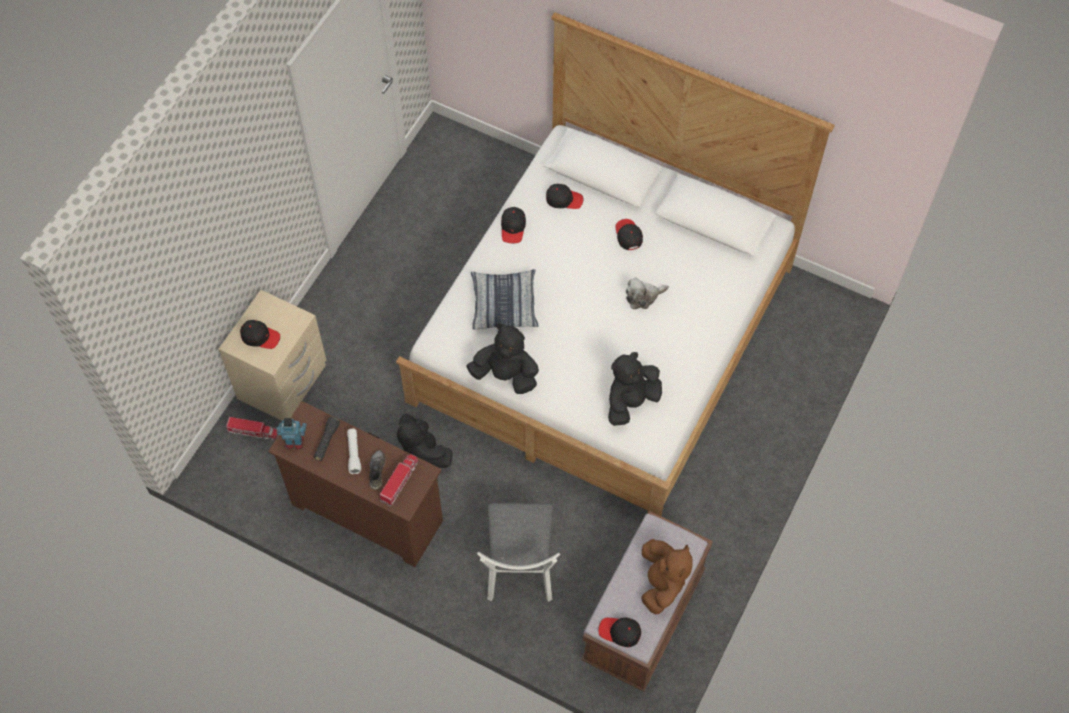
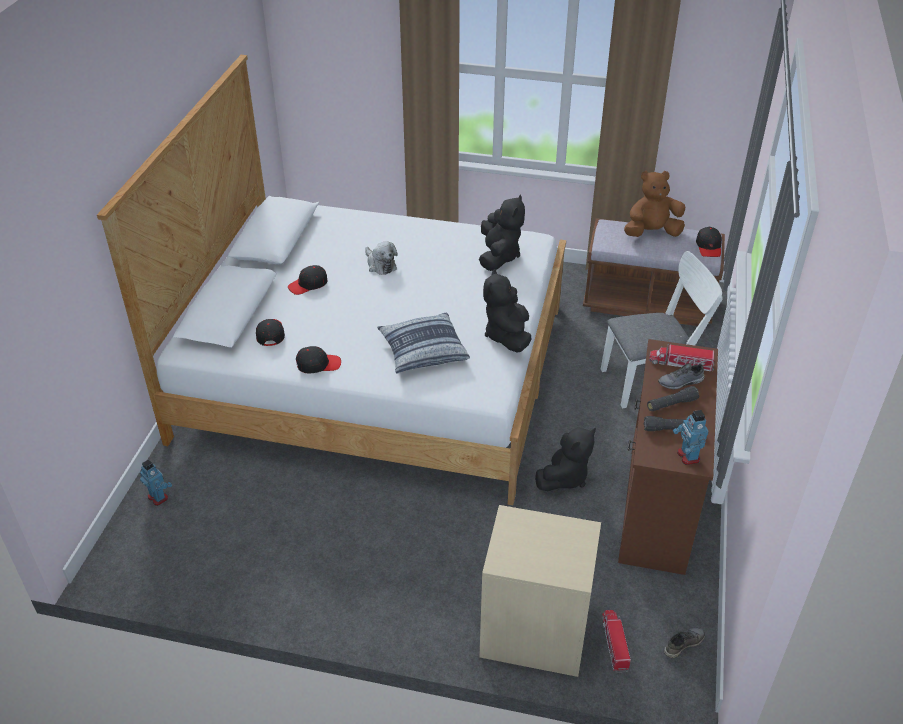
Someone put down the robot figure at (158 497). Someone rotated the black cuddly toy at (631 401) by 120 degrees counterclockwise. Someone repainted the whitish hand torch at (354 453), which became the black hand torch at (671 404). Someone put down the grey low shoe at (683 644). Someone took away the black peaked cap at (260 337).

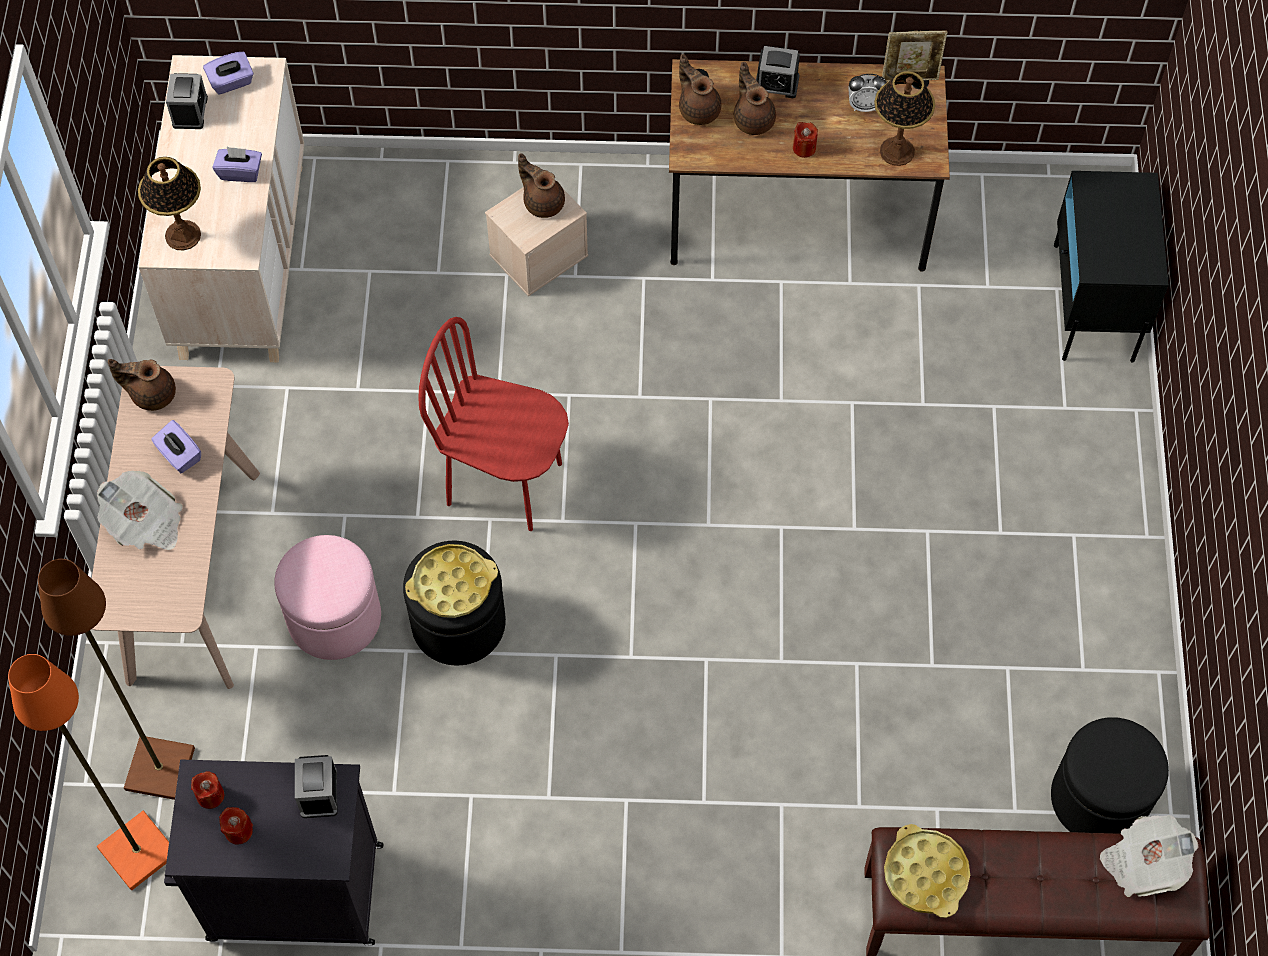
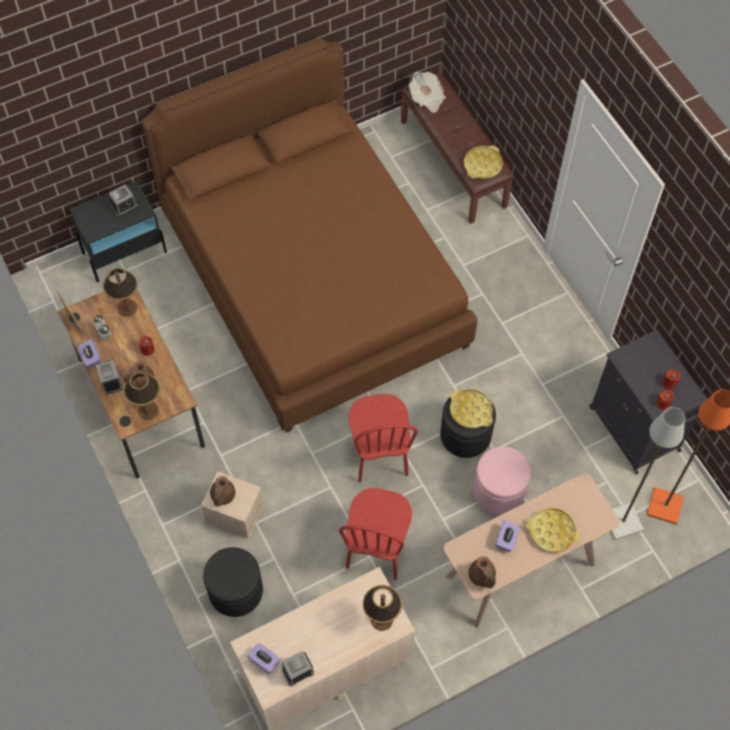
Someone carried the purplish box of tissues from (240 172) to (91 358). Someone carried the bedside clock from (319 793) to (124 206). Someone swapped the brown pot for tea at (698 109) for the table lamp at (148 410). Someone put down the brown bedroom bed at (313 280). Someone carried the black ottoman from (1099 798) to (236 591). Someone put down the reddish upright chair at (376 549). Someone swapped the newspaper at (145 523) for the yellow-coloured serving tray at (552 531). Someone repainted the brown standing lamp at (159 768), which became the grey standing lamp at (622 522).

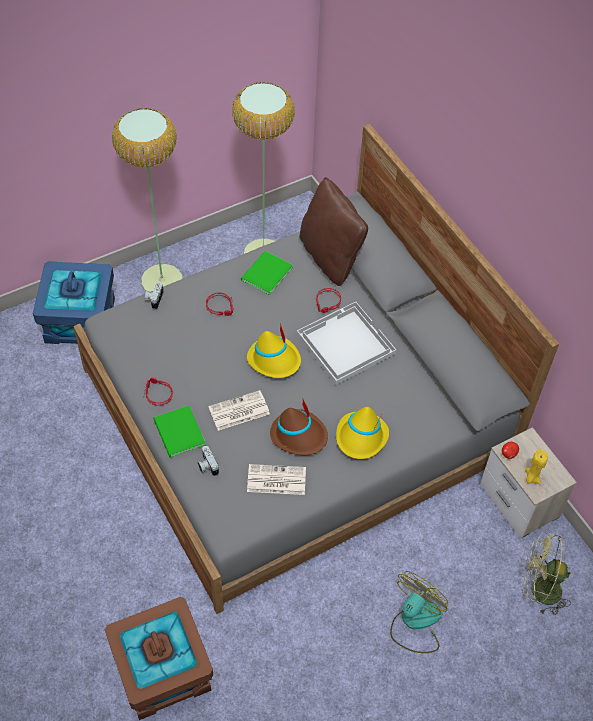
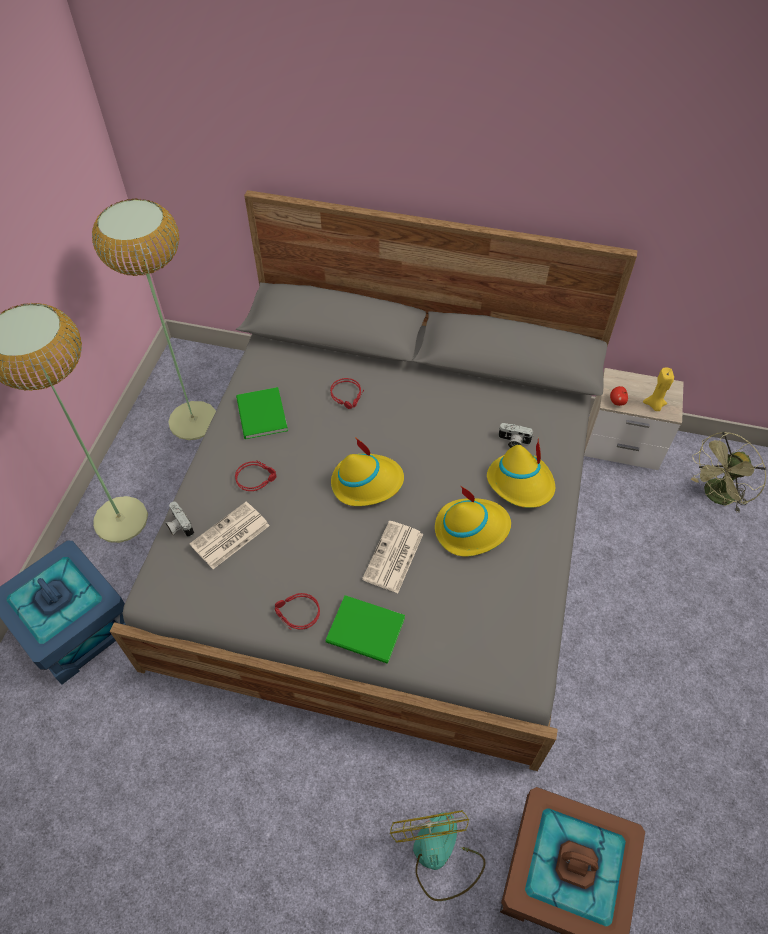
Someone carried the newspaper from (275 480) to (229 536). Someone carried the cooling fan from (415 622) to (438 855). Someone repainted the brown wearable hat at (299 435), which became the yellow-coloured wearable hat at (471 529). Someone carried the photo camera from (207 466) to (513 442). Someone took away the whitish serving tray at (344 344). Someone took away the brown throw pillow at (330 257).

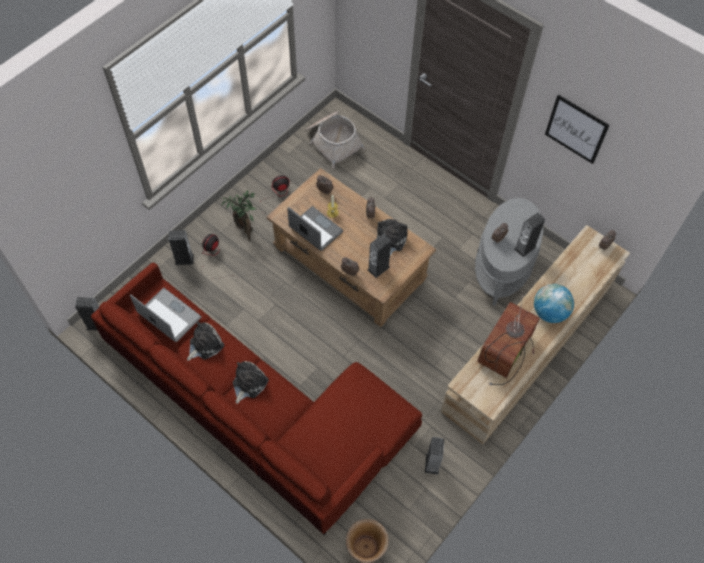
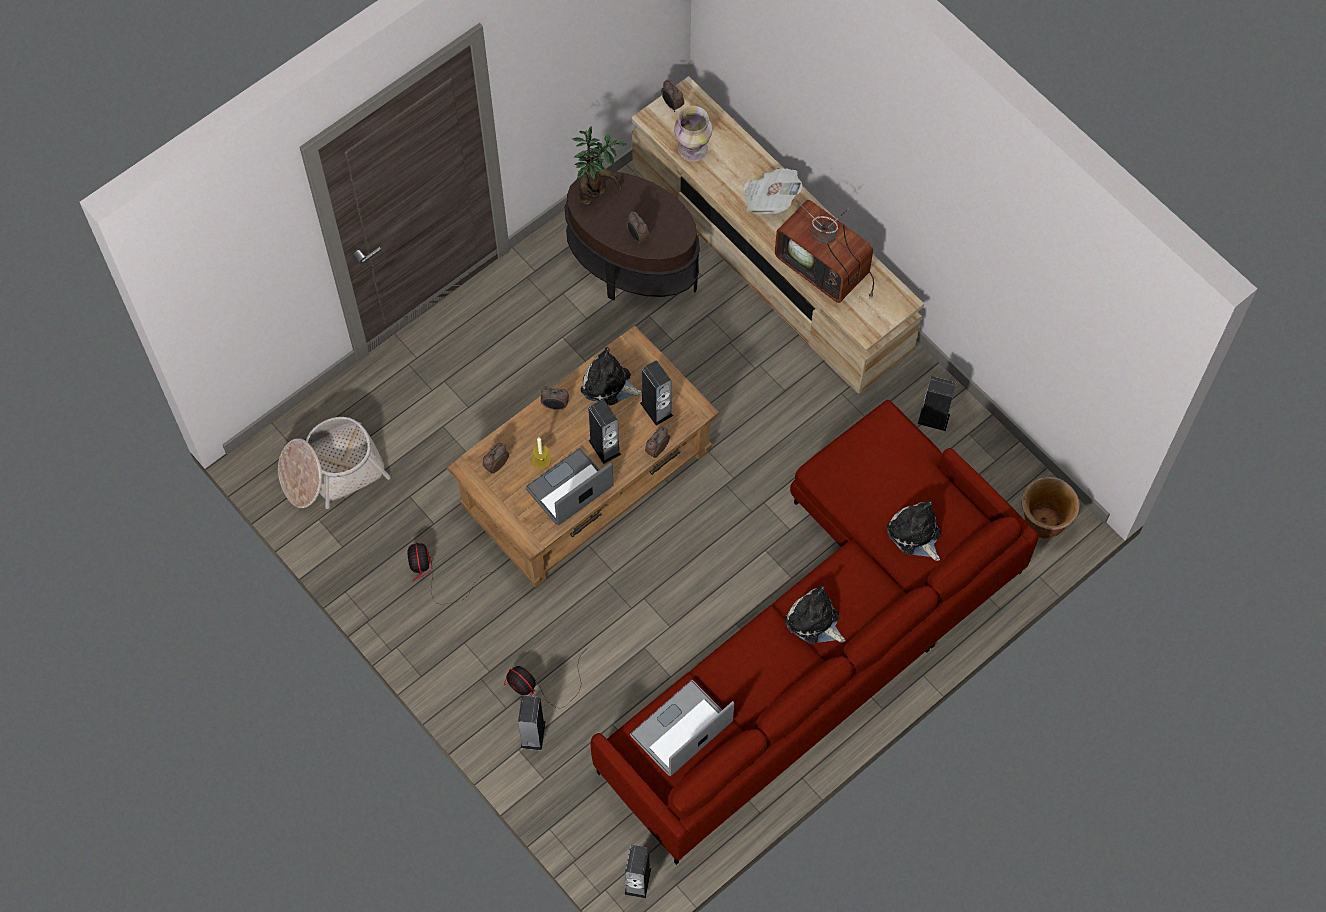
Someone repainted the grey accent table at (502 268), which became the brown accent table at (632 265). Someone carried the houseplant from (245 229) to (596 194). Someone carried the audio speaker from (525 247) to (604 447). Someone put down the decorative vase at (693 149). Someone swapped the world globe at (549 312) for the newspaper at (770 199). Someone carried the cuddly toy from (204 344) to (915 534). Someone took away the wall picture at (576 129).

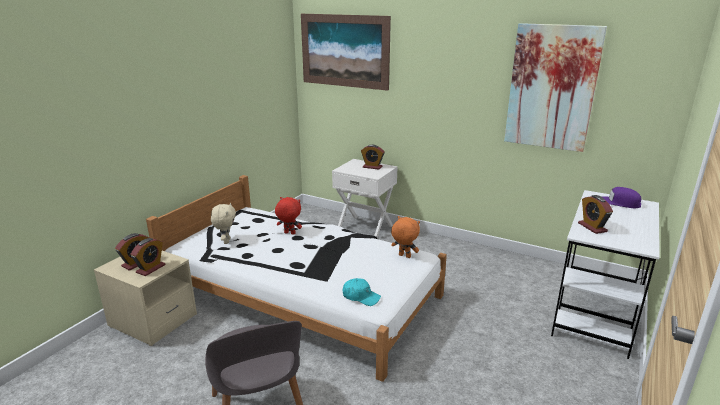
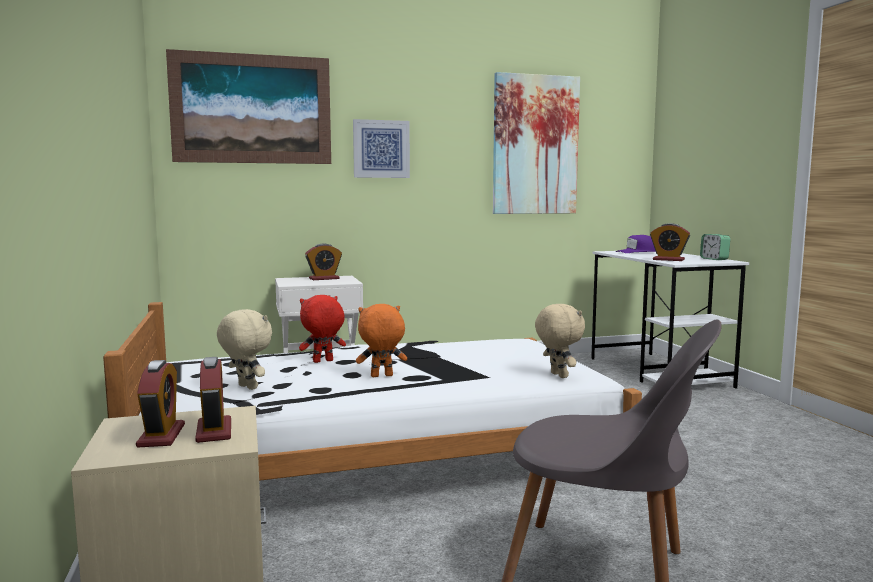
Someone put up the wall picture at (381 149). Someone carried the orange cuddly toy from (404 256) to (381 376). Someone swapped the blue-green peaked cap at (361 297) for the beige-coloured cuddly toy at (557 375). Someone put down the bedside clock at (714 259).

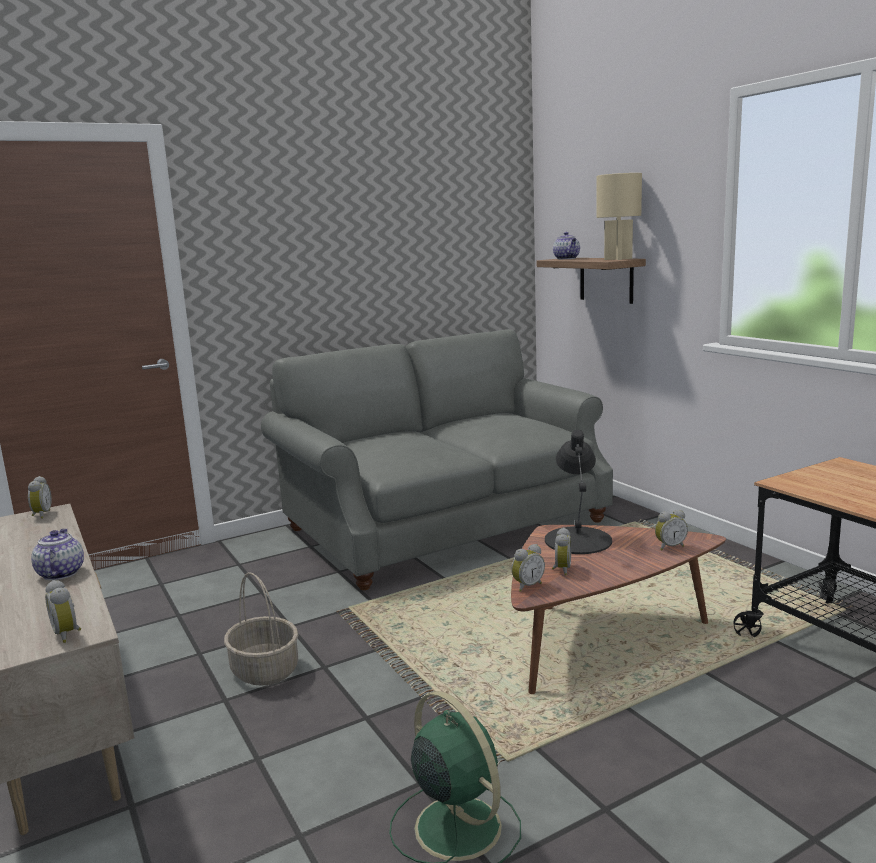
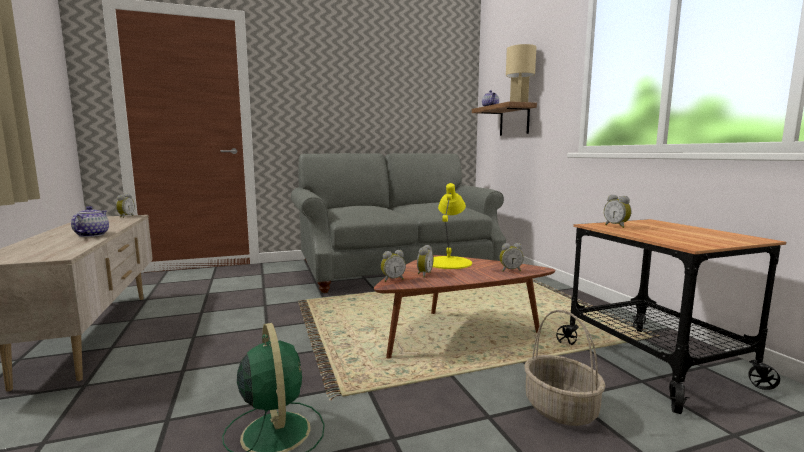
Someone repainted the black table lamp at (578 540), which became the yellow-coloured table lamp at (449 262). Someone carried the household basket from (264 670) to (559 408). Someone carried the bedside clock from (68 634) to (617 226).

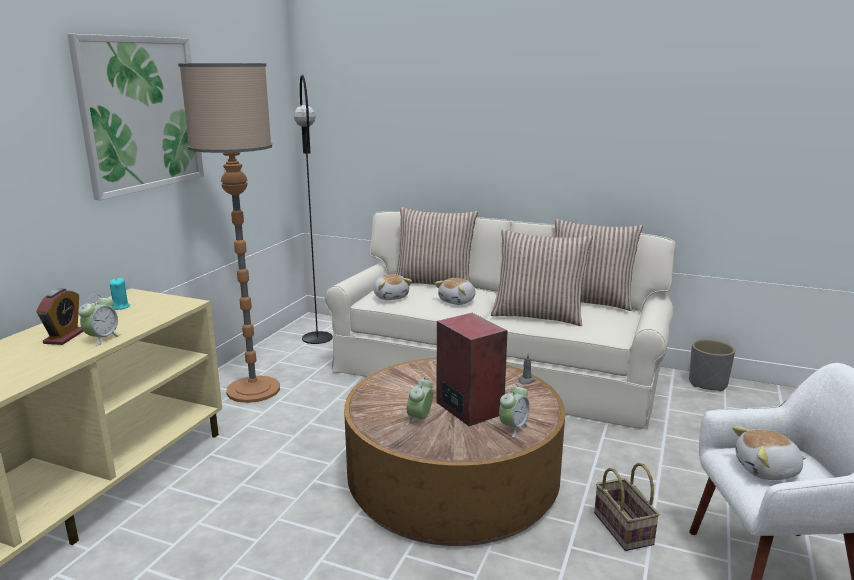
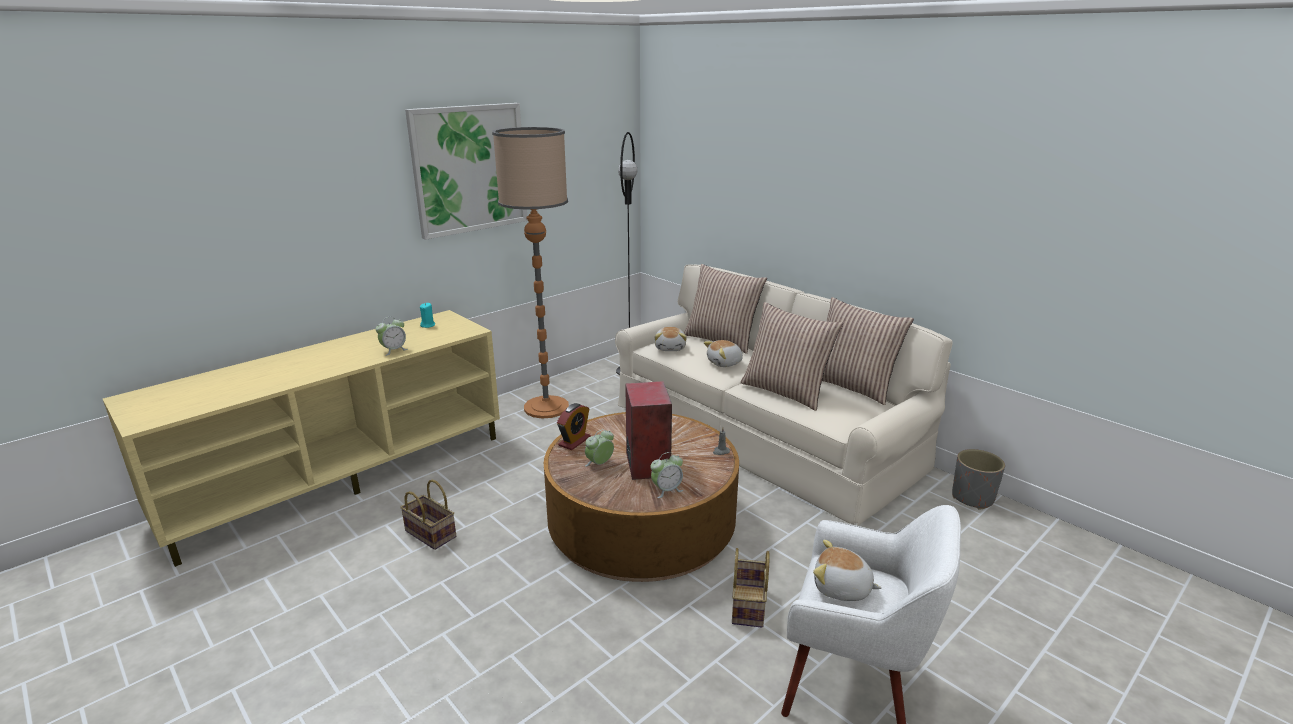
Someone put down the household basket at (429 534). Someone carried the bedside clock from (64 337) to (574 441).

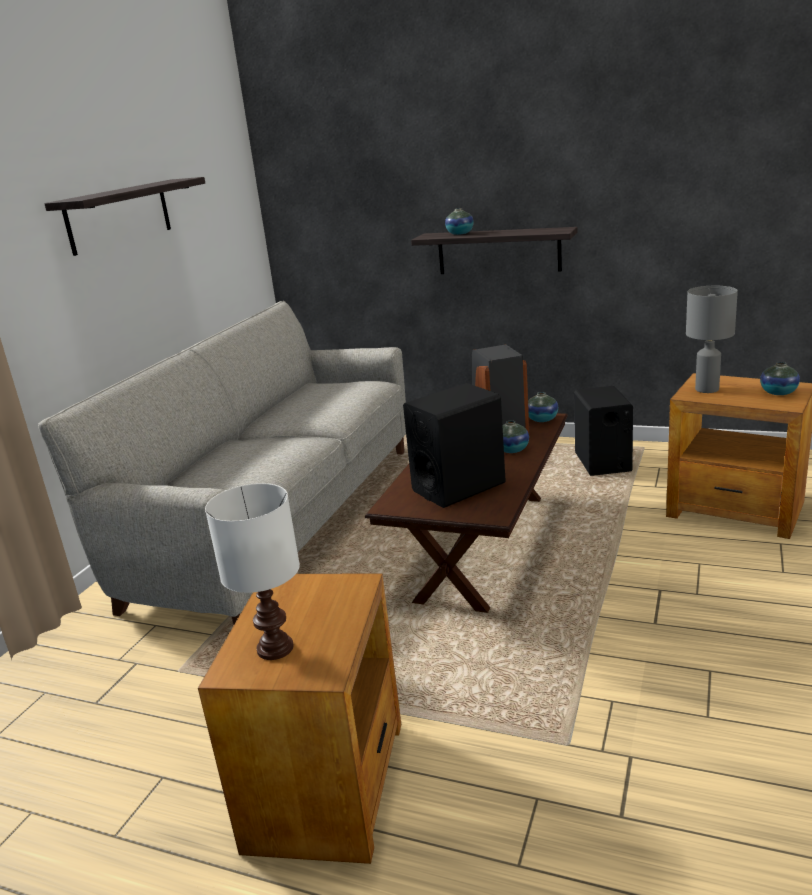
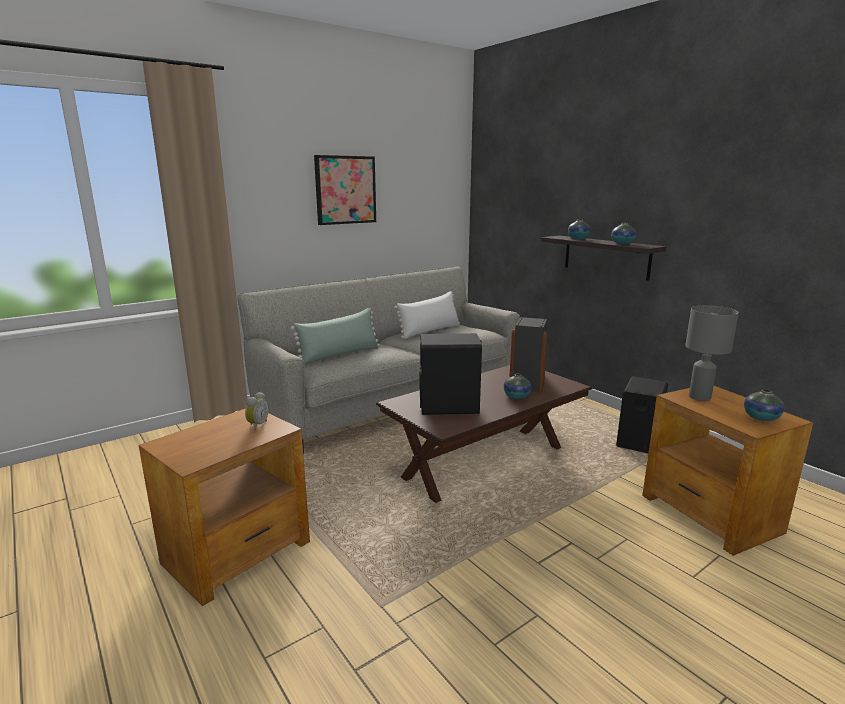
Someone put down the bedside clock at (257 425). Someone put down the greenish throw pillow at (339 355). Someone swapped the wall shelf at (119 216) for the wall picture at (345 190). Someone put down the whitish throw pillow at (429 331). Someone carried the decorative vase from (542 419) to (622 243). Someone took away the whitish table lamp at (275 649).

